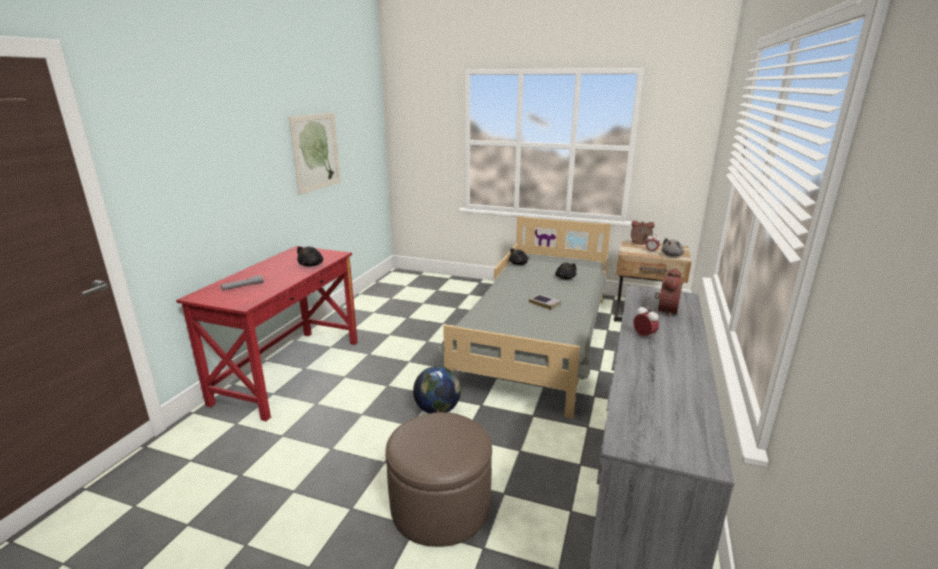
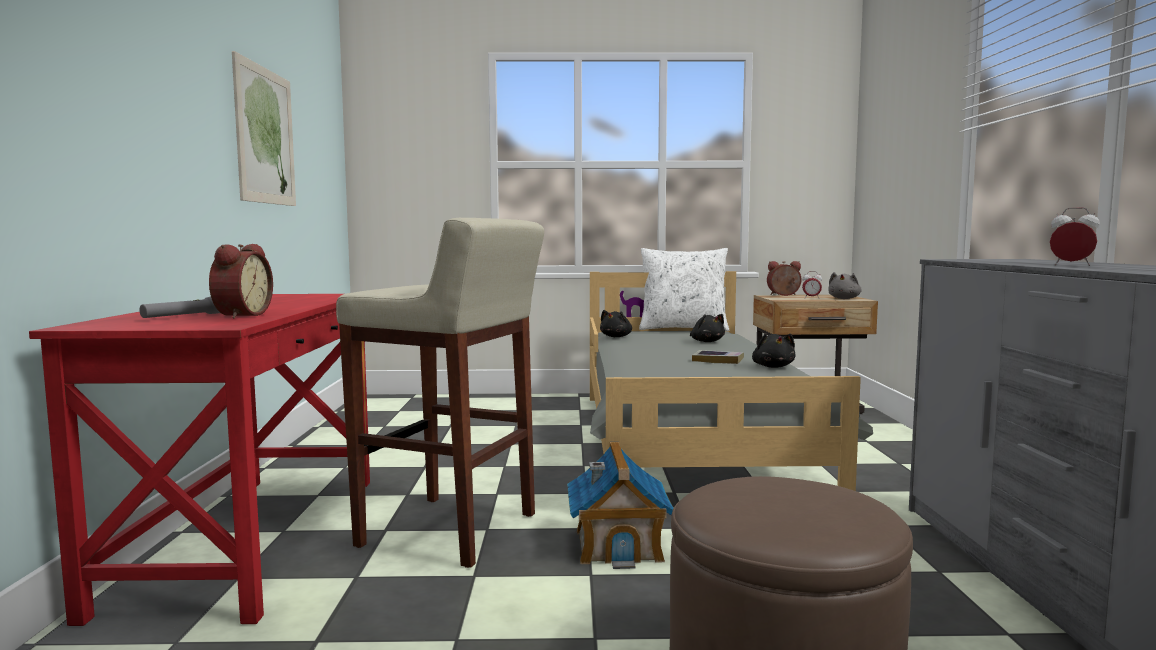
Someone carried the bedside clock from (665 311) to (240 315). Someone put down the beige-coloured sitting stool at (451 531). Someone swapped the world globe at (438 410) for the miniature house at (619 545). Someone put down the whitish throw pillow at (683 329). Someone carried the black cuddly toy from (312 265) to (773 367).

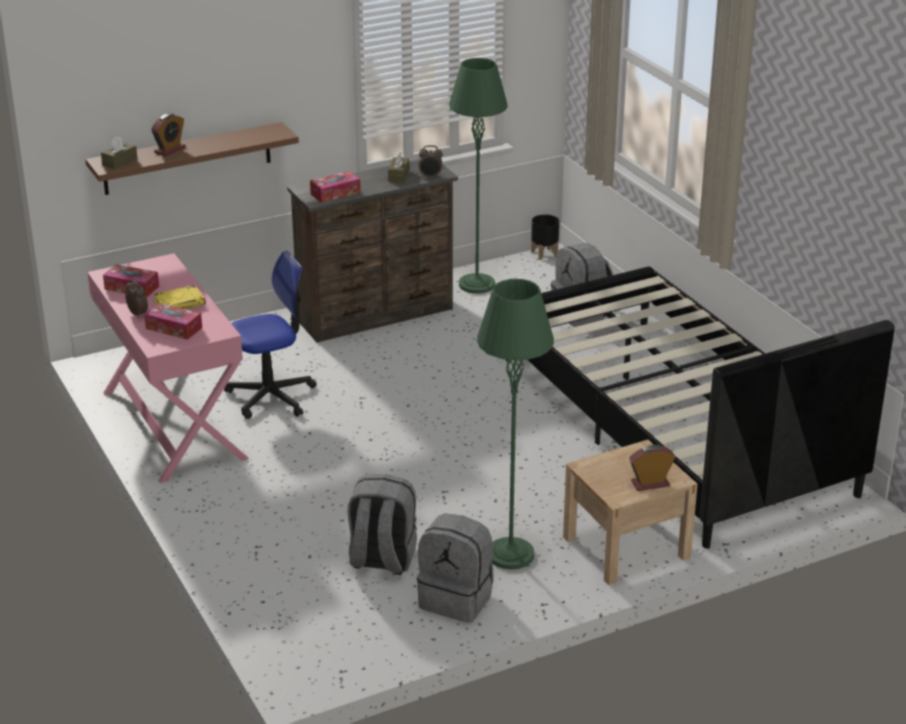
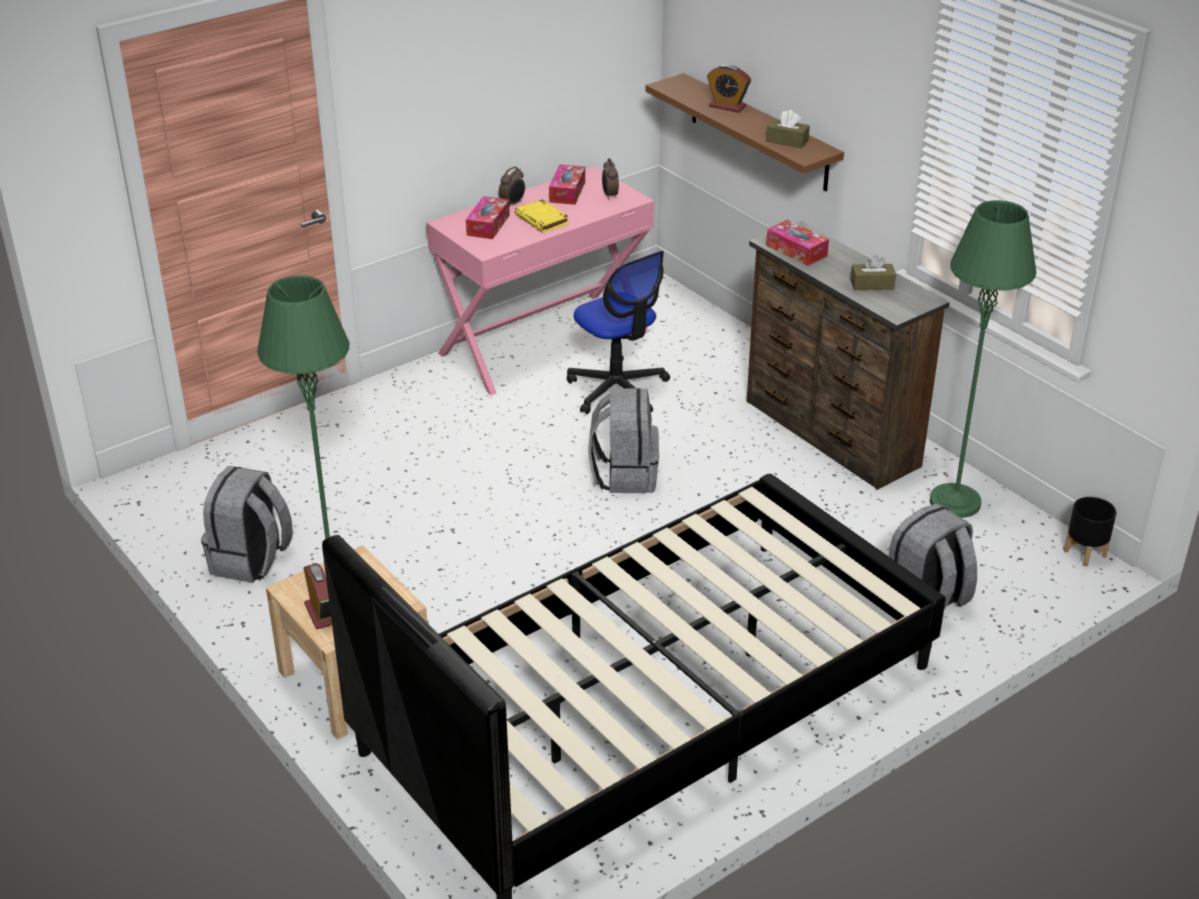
Someone carried the grey rucksack from (381 559) to (624 475). Someone carried the bedside clock from (430 176) to (609 195). Someone carried the brown box of tissues from (120 162) to (787 141).

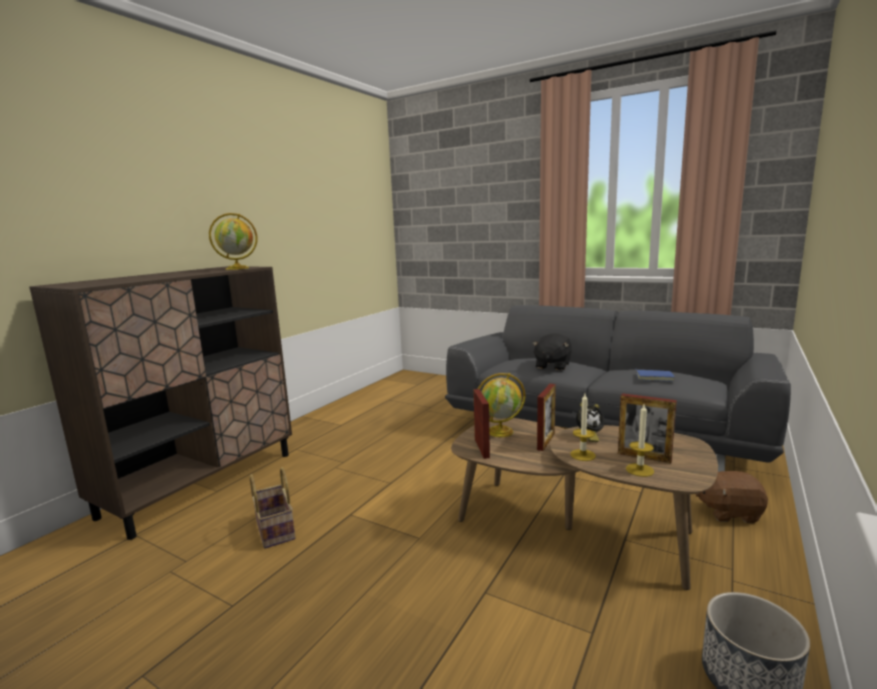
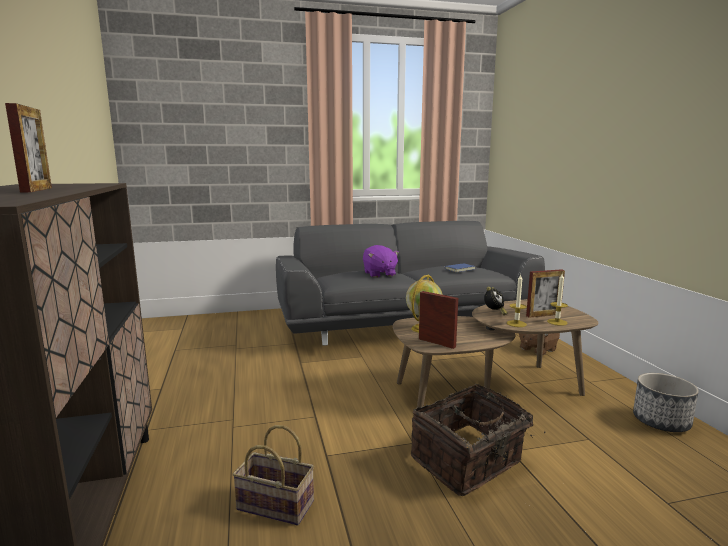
Someone carried the standing frame from (546 441) to (36 190). Someone repainted the black cuddly toy at (552 366), which became the purplish cuddly toy at (379 274). Someone put down the household basket at (469 462). Someone took away the world globe at (238 268).

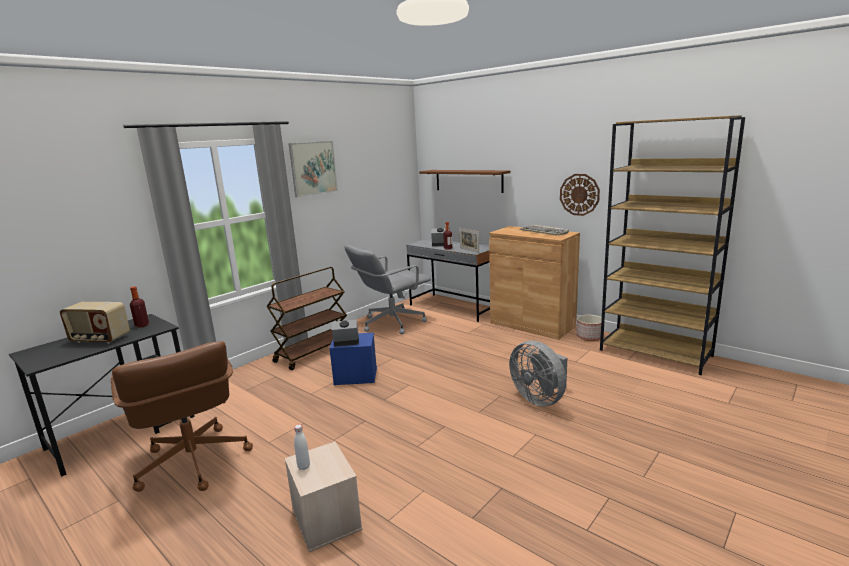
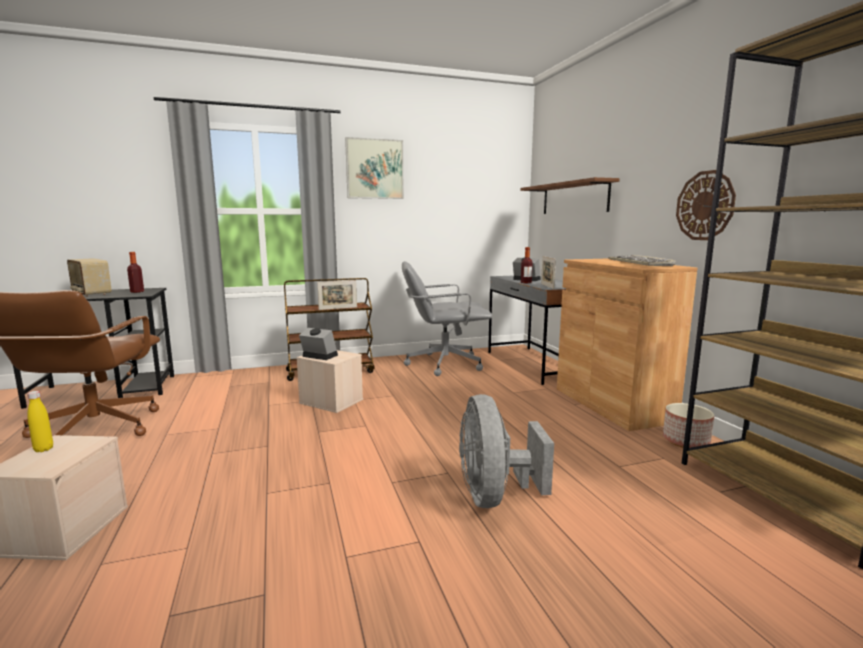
Someone repainted the whitish drink bottle at (304 467), which became the yellow-coloured drink bottle at (43 449). Someone repainted the blue storage bin at (355 376), which became the beige-coloured storage bin at (330 401). Someone put down the standing frame at (338 308).

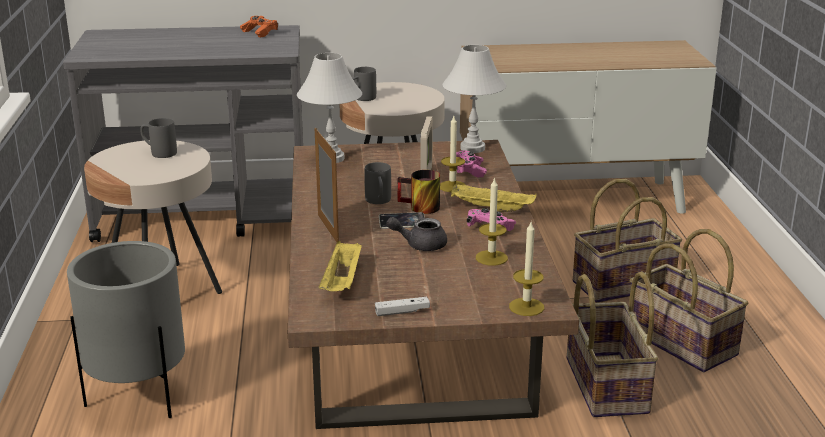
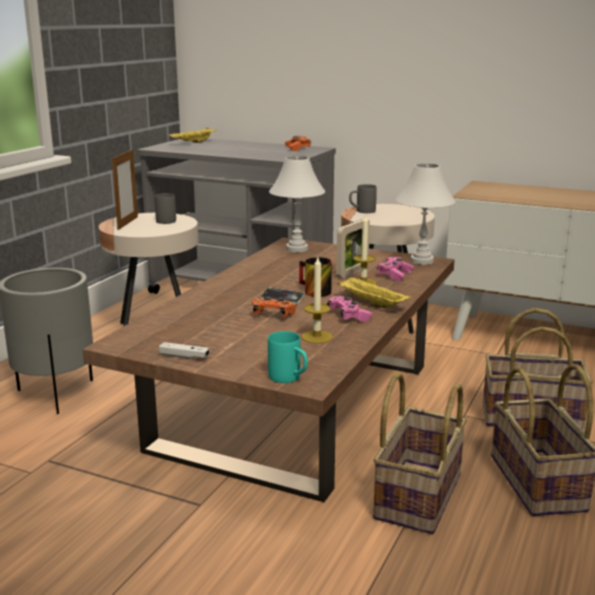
Someone carried the standing frame from (328 229) to (127 223). Someone carried the yellow-coloured serving tray from (342 282) to (193 143). Someone swapped the grey pot for tea at (420 244) for the orange joypad at (273 315). Someone swapped the wax light at (526 307) for the blue-green mug at (289 378). Someone took away the grey mug at (379 201).

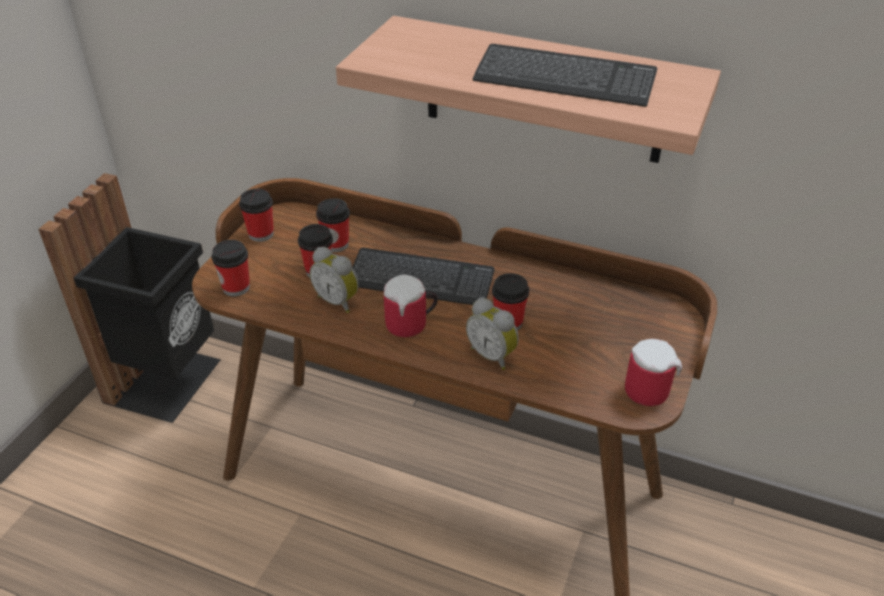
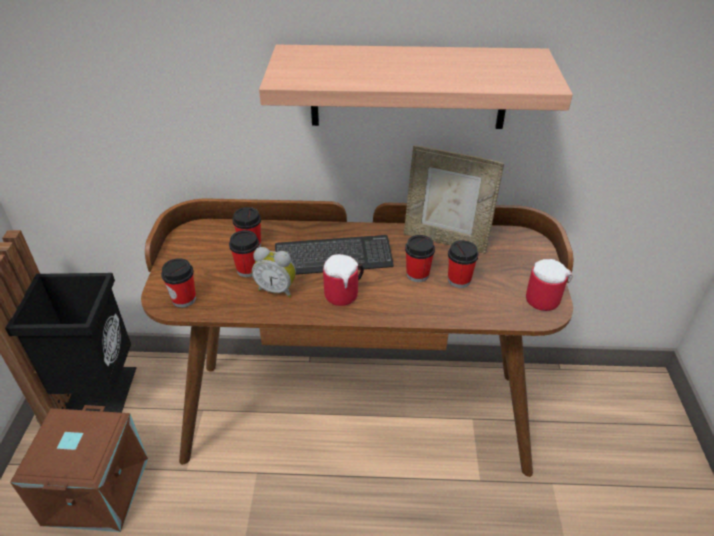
Someone put down the brown storage bin at (95 490). Someone put down the standing frame at (446 240). Someone carried the small cup from (261 234) to (459 280). Someone took away the bedside clock at (493 355). Someone took away the computer keyboard at (564 79).

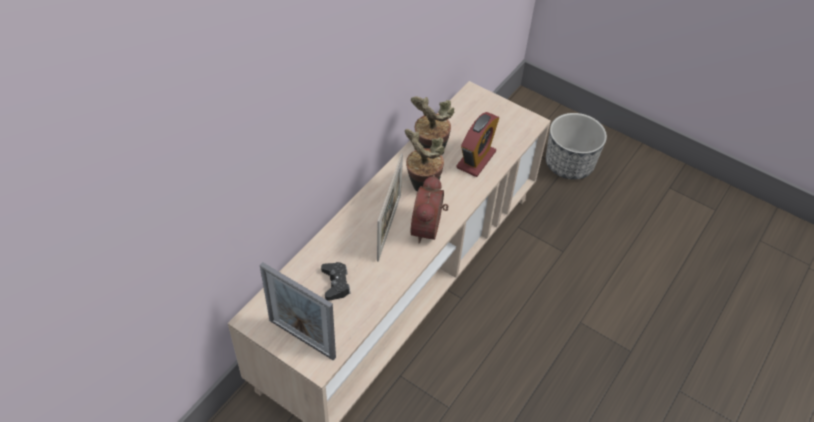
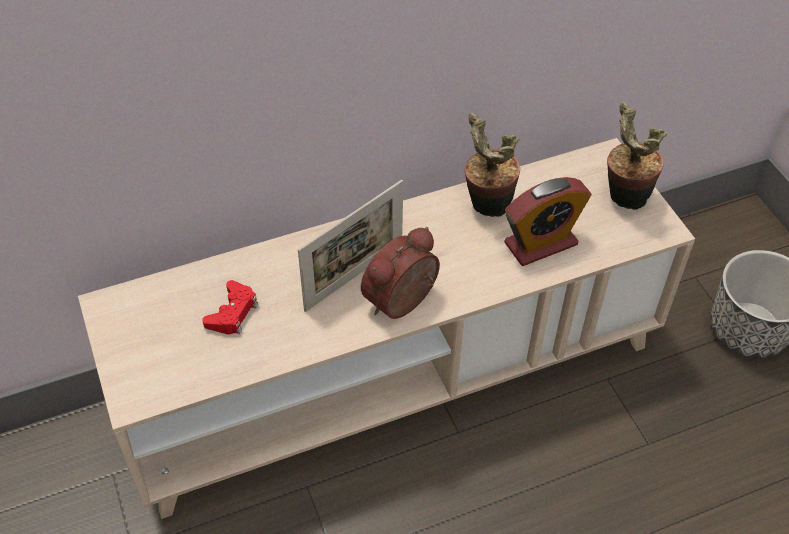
Someone repainted the black joypad at (336 283), which became the reddish joypad at (232 313). Someone carried the houseplant from (421 186) to (623 197). Someone took away the standing frame at (302 339).

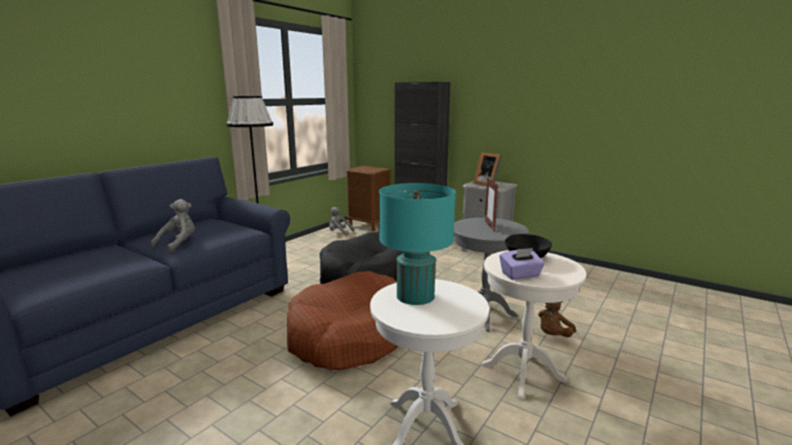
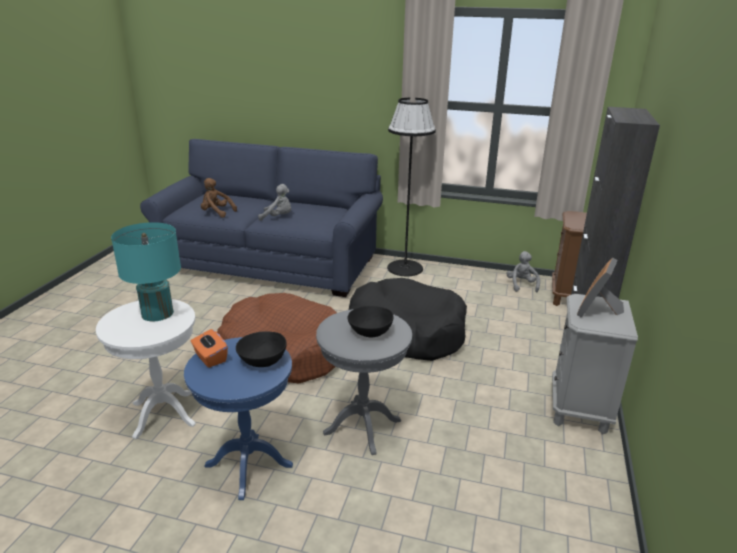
Someone repainted the whitish accent table at (523 373), which became the blue accent table at (249 465). Someone repainted the purplish box of tissues at (520 275), which became the orange box of tissues at (210 358). Someone carried the brown cuddly toy from (553 335) to (216 213). Someone swapped the standing frame at (489 226) for the black deep dish at (370 331).

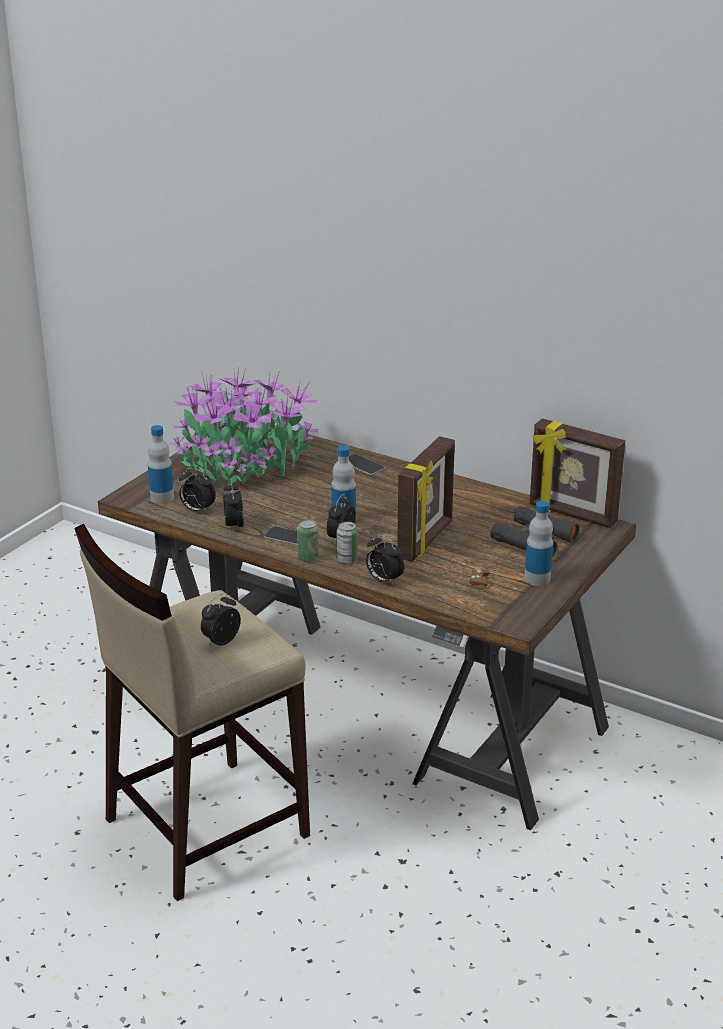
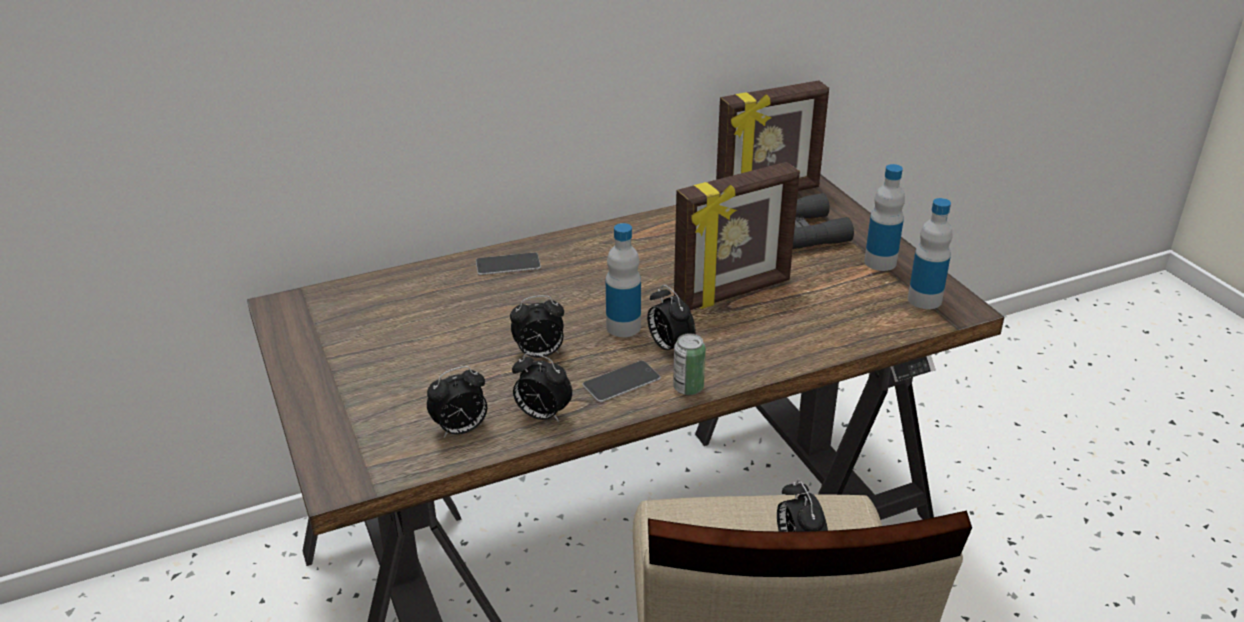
Someone carried the bedside clock from (383 580) to (539 355). Someone rotated the standing frame at (426 540) by 90 degrees clockwise. Someone carried the drink bottle from (162 498) to (924 299). Someone took away the houseplant at (244 466). Someone took away the metal can at (347 560). Someone took away the brown joypad at (457 576).

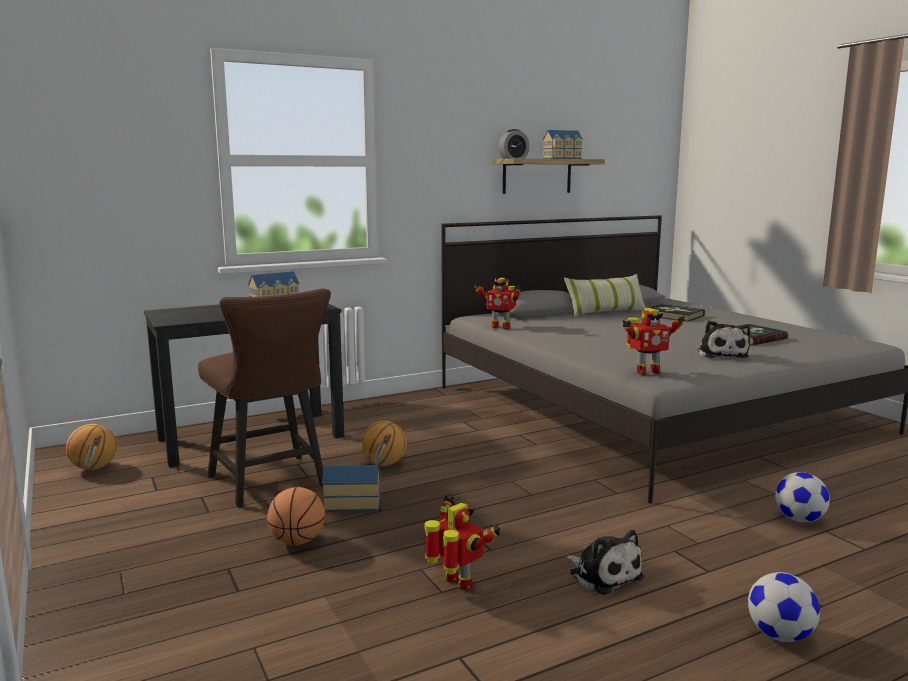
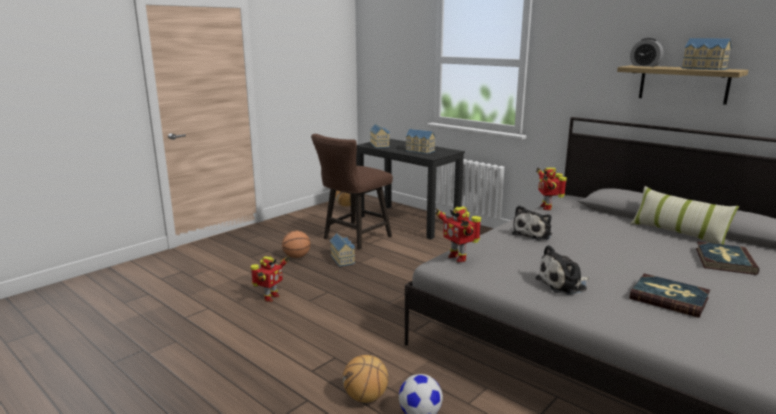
Someone carried the ball for basketball from (384 464) to (366 397). Someone put down the miniature house at (380 145). Someone carried the cuddly toy from (603 574) to (533 234). Someone took away the football at (780 635).

